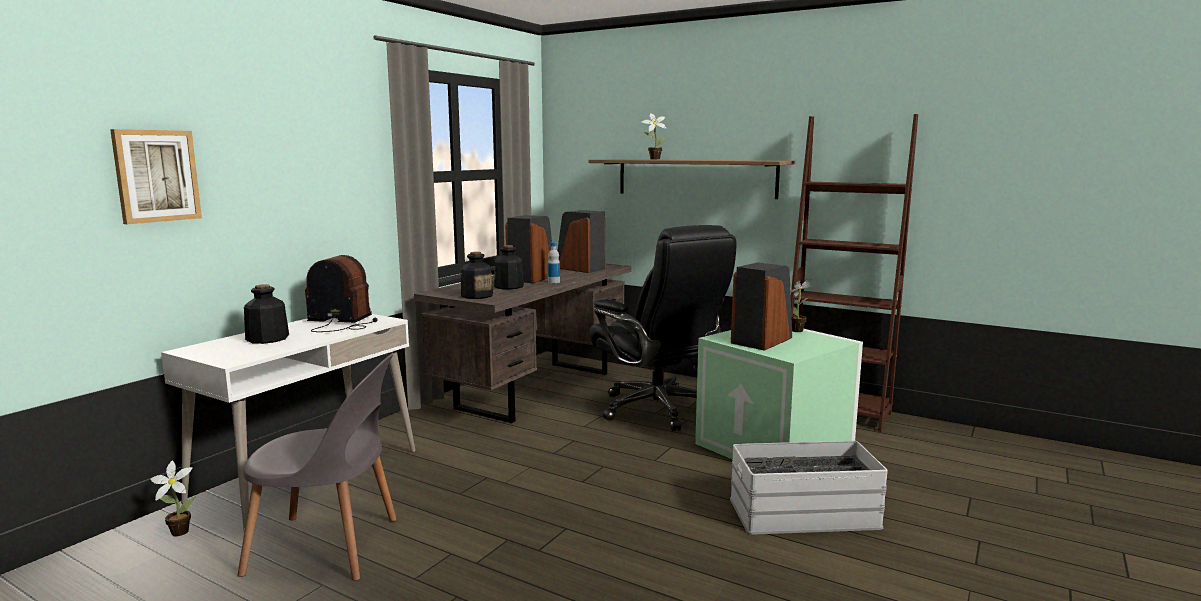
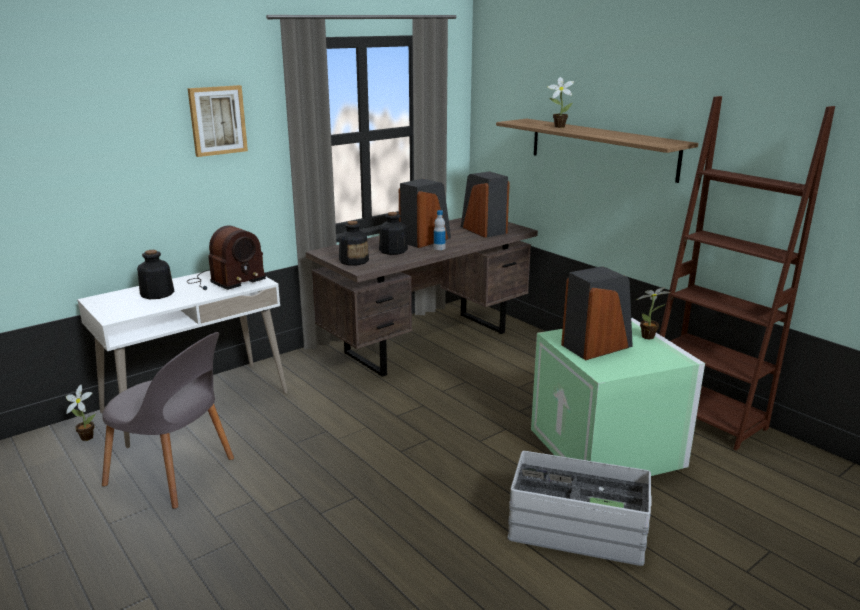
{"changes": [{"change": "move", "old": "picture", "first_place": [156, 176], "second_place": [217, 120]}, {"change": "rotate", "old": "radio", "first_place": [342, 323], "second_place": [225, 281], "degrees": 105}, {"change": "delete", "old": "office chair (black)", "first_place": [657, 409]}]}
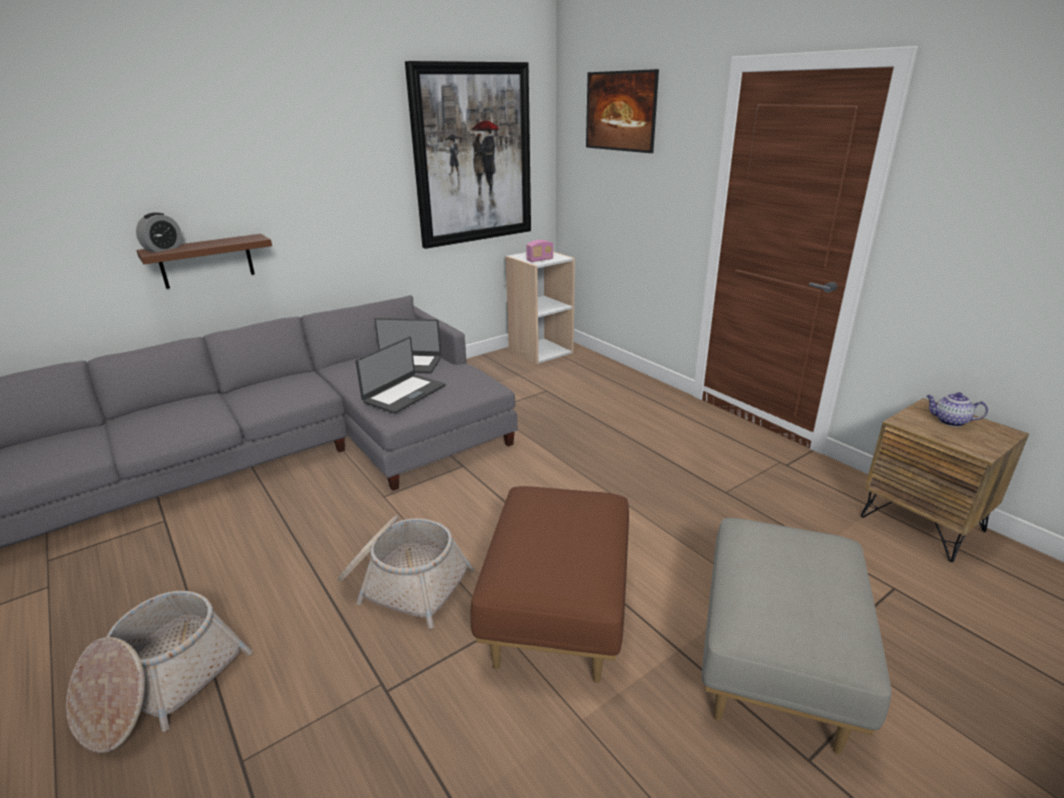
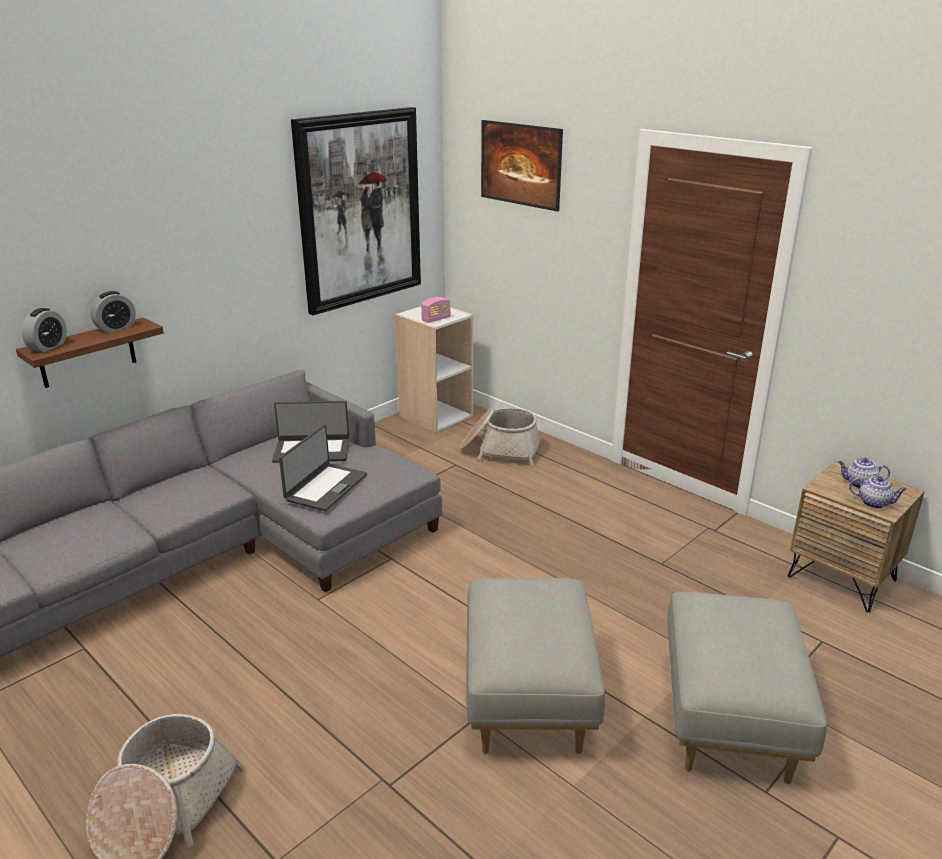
{"changes": [{"change": "move", "old": "basket", "first_place": [404, 582], "second_place": [500, 450]}, {"change": "recolor", "old": "ottoman (brown)", "new": "ottoman (grey)", "first_place": [558, 614], "second_place": [529, 698]}, {"change": "insert", "new": "alarm clock", "second_place": [116, 328]}, {"change": "insert", "new": "teapot", "second_place": [874, 503]}]}
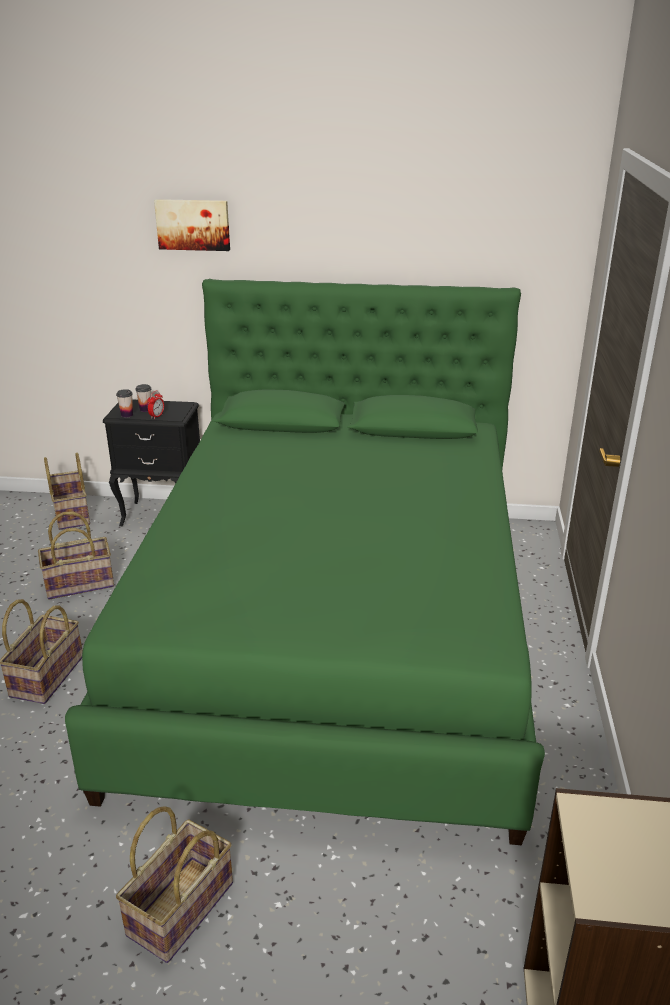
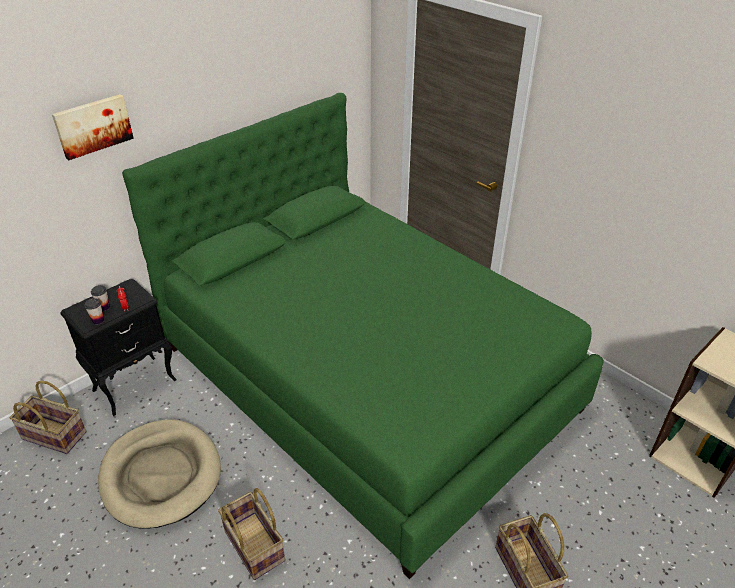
{"changes": [{"change": "replace", "old": "basket", "new": "dog bed (beige)", "first_place": [80, 583], "second_place": [161, 475]}]}
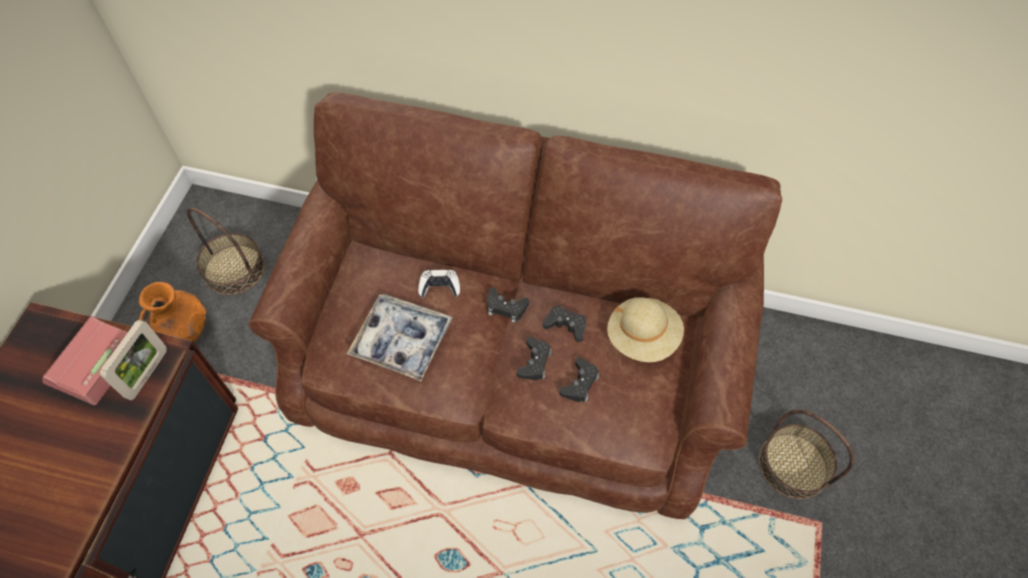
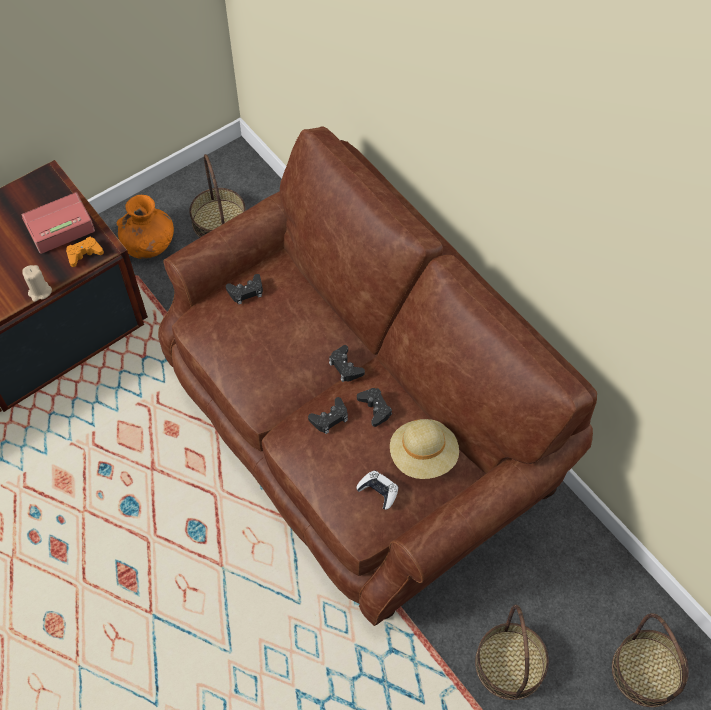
{"changes": [{"change": "replace", "old": "picture frame", "new": "game controller (orange)", "first_place": [147, 374], "second_place": [84, 254]}, {"change": "delete", "old": "tray", "first_place": [402, 341]}, {"change": "move", "old": "game controller (white)", "first_place": [439, 286], "second_place": [378, 491]}, {"change": "move", "old": "game controller (black)", "first_place": [580, 383], "second_place": [246, 291]}, {"change": "insert", "new": "candle (beige)", "second_place": [40, 292]}, {"change": "insert", "new": "basket", "second_place": [647, 671]}]}
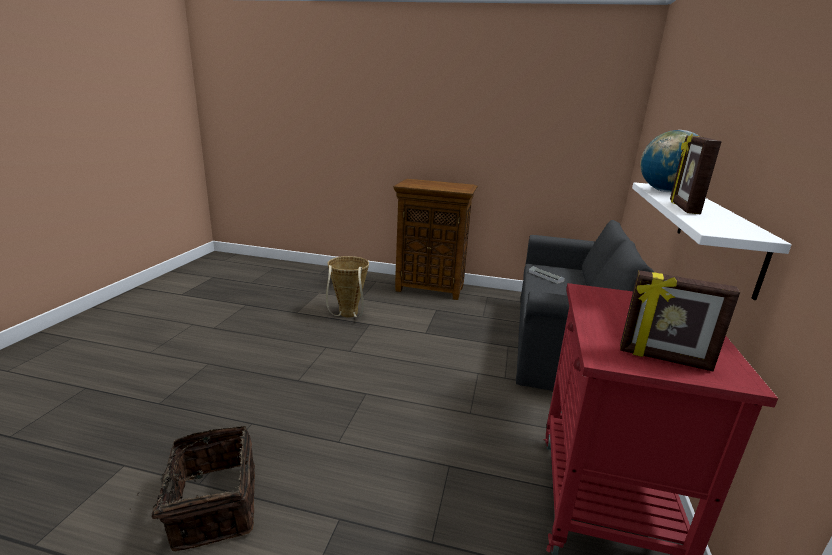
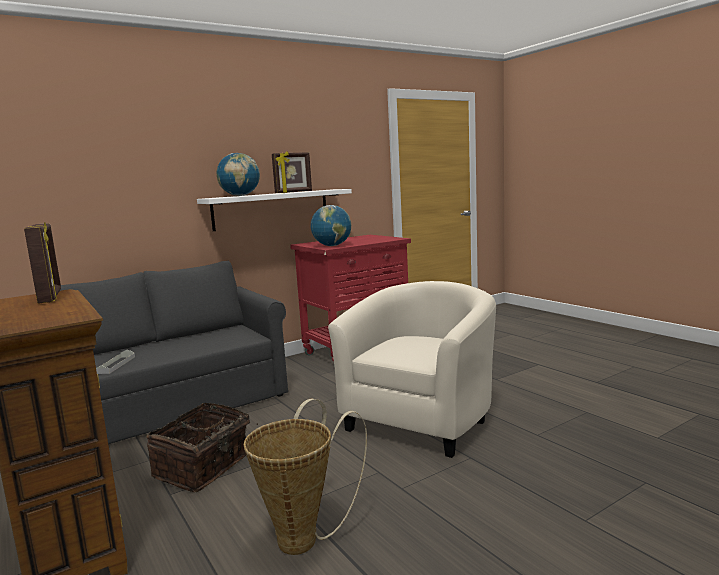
{"changes": [{"change": "move", "old": "basket", "first_place": [212, 506], "second_place": [204, 467]}, {"change": "move", "old": "picture frame", "first_place": [664, 359], "second_place": [51, 297]}, {"change": "insert", "new": "globe", "second_place": [332, 246]}, {"change": "insert", "new": "armchair (beige)", "second_place": [422, 420]}]}
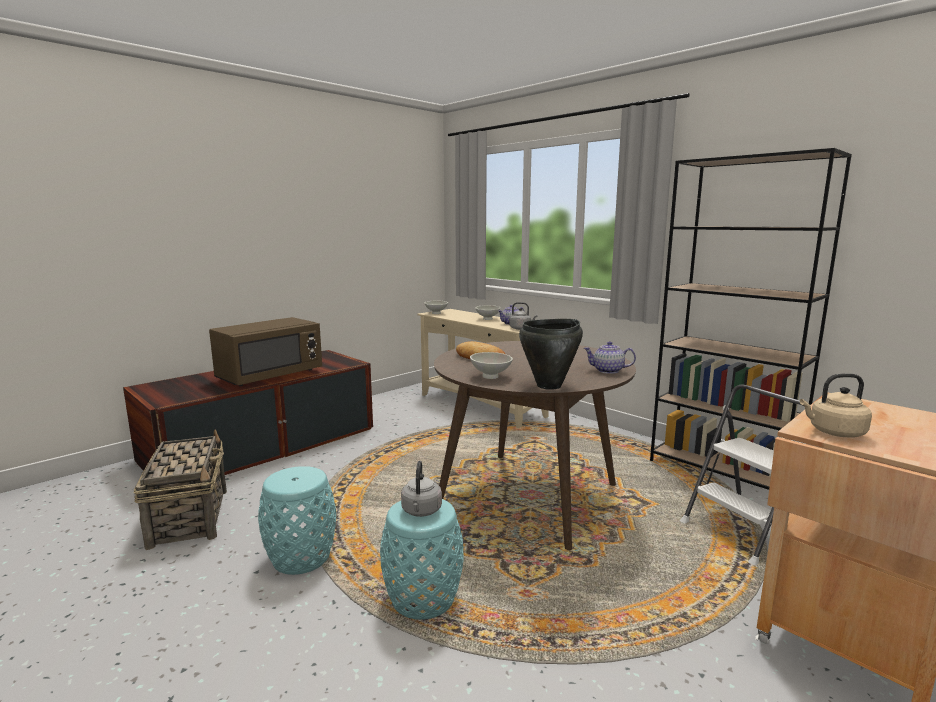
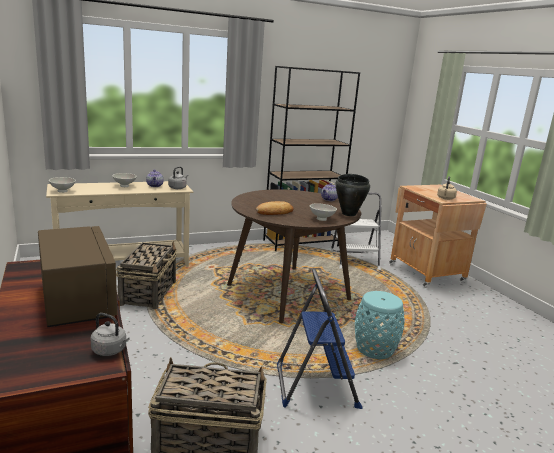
{"changes": [{"change": "replace", "old": "stool (turquoise)", "new": "step ladder (blue)", "first_place": [301, 557], "second_place": [312, 384]}, {"change": "move", "old": "kettle (grey)", "first_place": [421, 511], "second_place": [110, 350]}, {"change": "insert", "new": "basket", "second_place": [149, 293]}]}
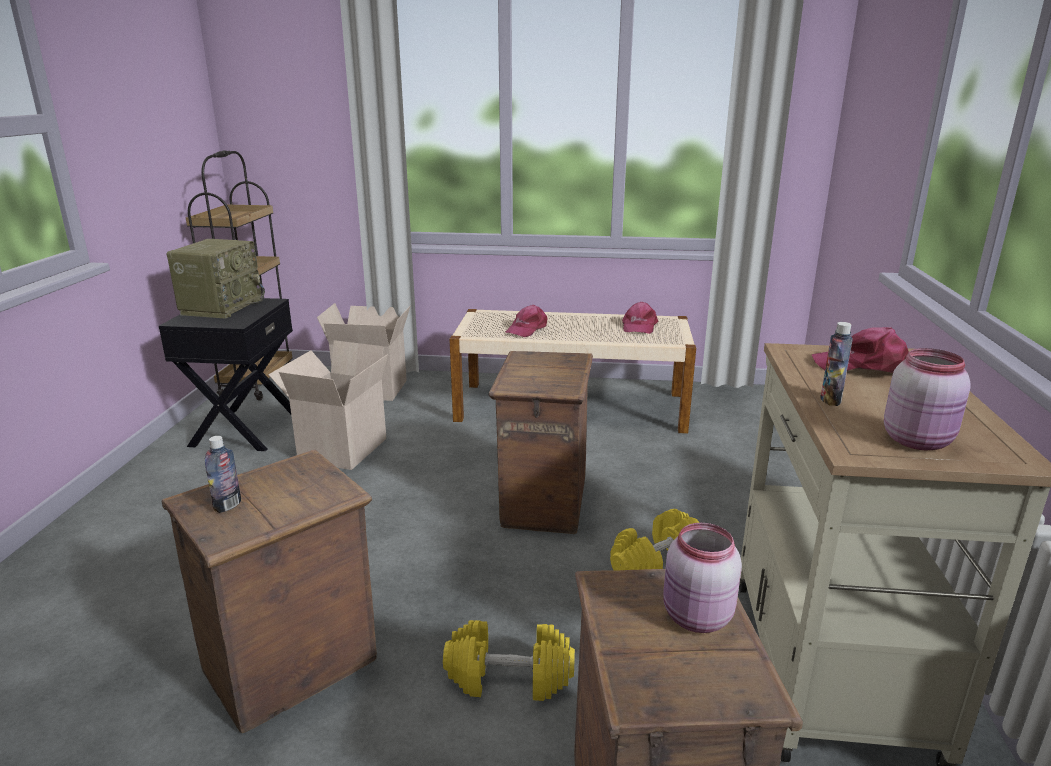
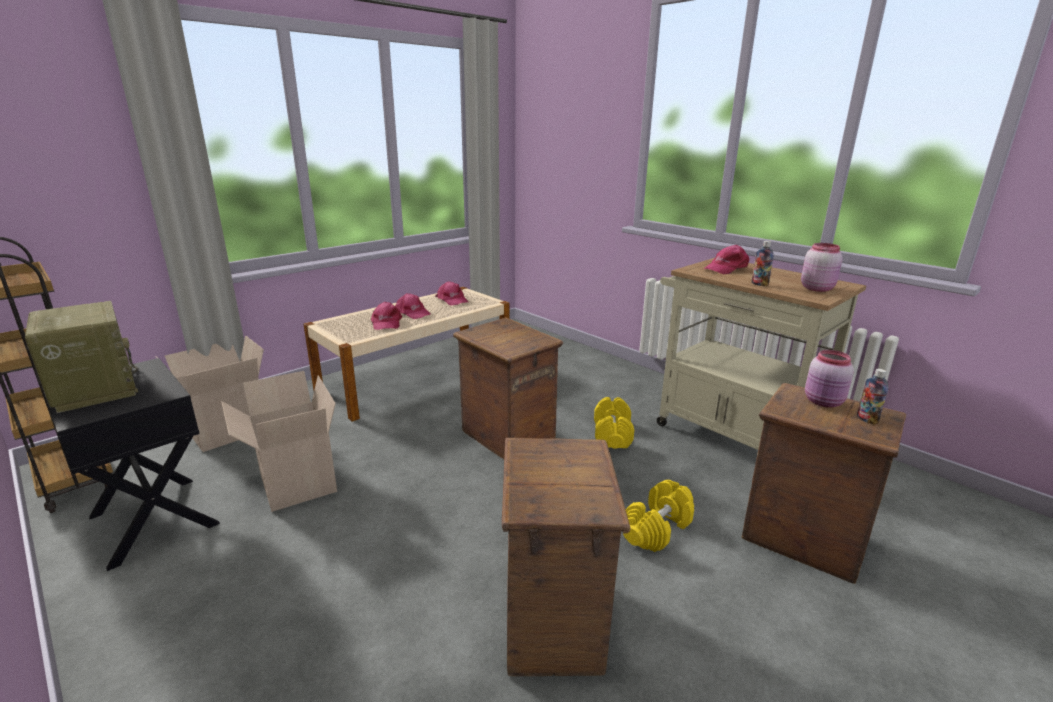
{"changes": [{"change": "move", "old": "bottle", "first_place": [228, 505], "second_place": [867, 419]}, {"change": "insert", "new": "cap (pink)", "second_place": [412, 313]}]}
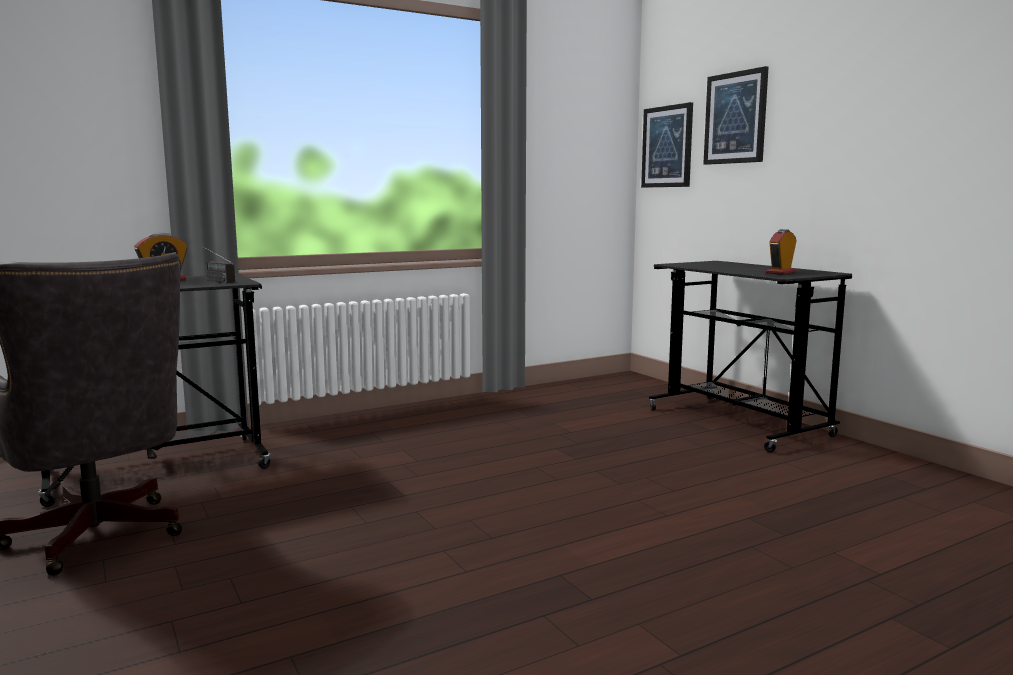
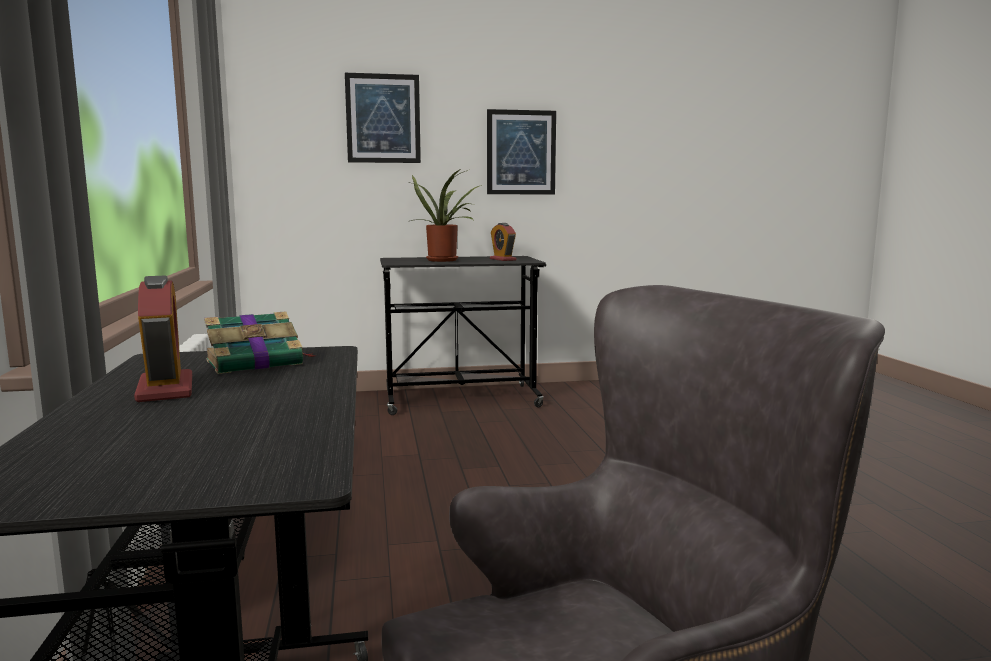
{"changes": [{"change": "replace", "old": "radio", "new": "book", "first_place": [215, 280], "second_place": [257, 362]}, {"change": "move", "old": "picture", "first_place": [667, 147], "second_place": [521, 152]}, {"change": "insert", "new": "potted plant", "second_place": [444, 260]}]}
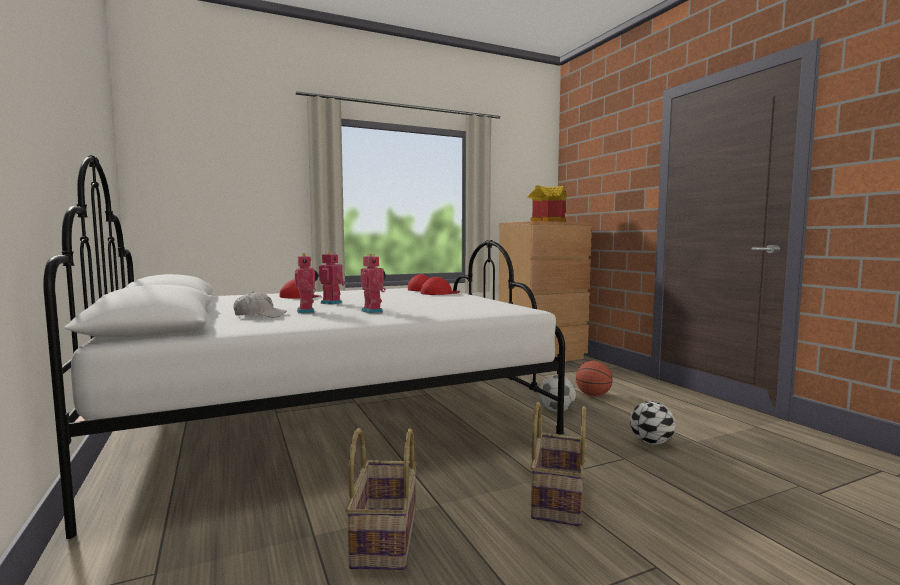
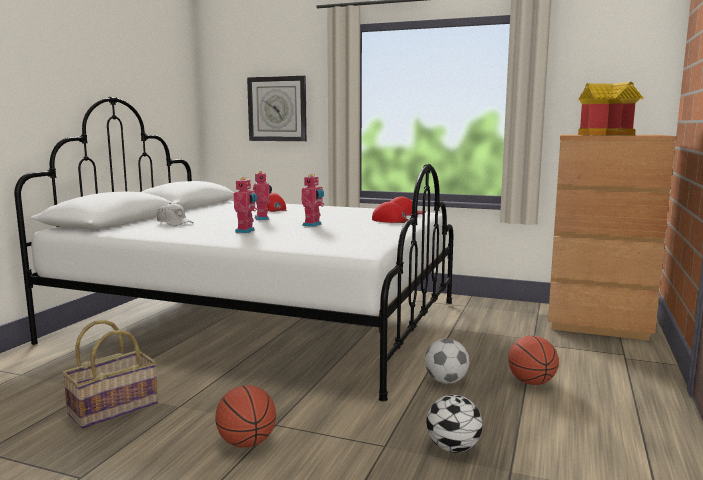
{"changes": [{"change": "move", "old": "toy robot", "first_place": [307, 311], "second_place": [313, 225]}, {"change": "replace", "old": "basket", "new": "basketball", "first_place": [557, 499], "second_place": [246, 443]}, {"change": "insert", "new": "wall clock", "second_place": [277, 109]}]}
